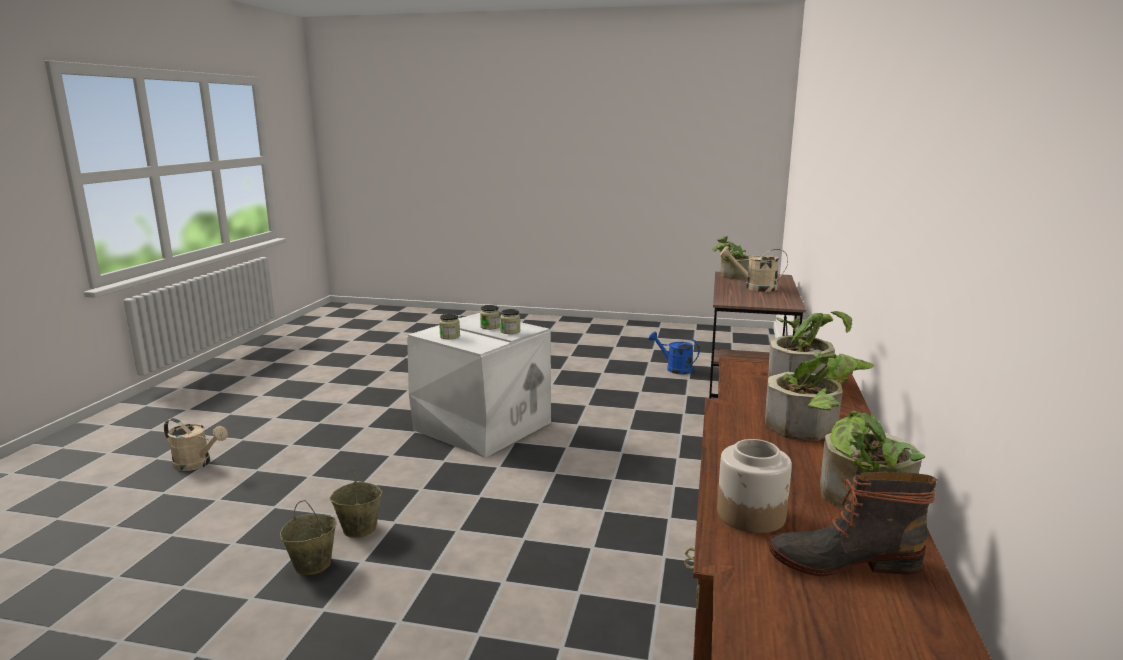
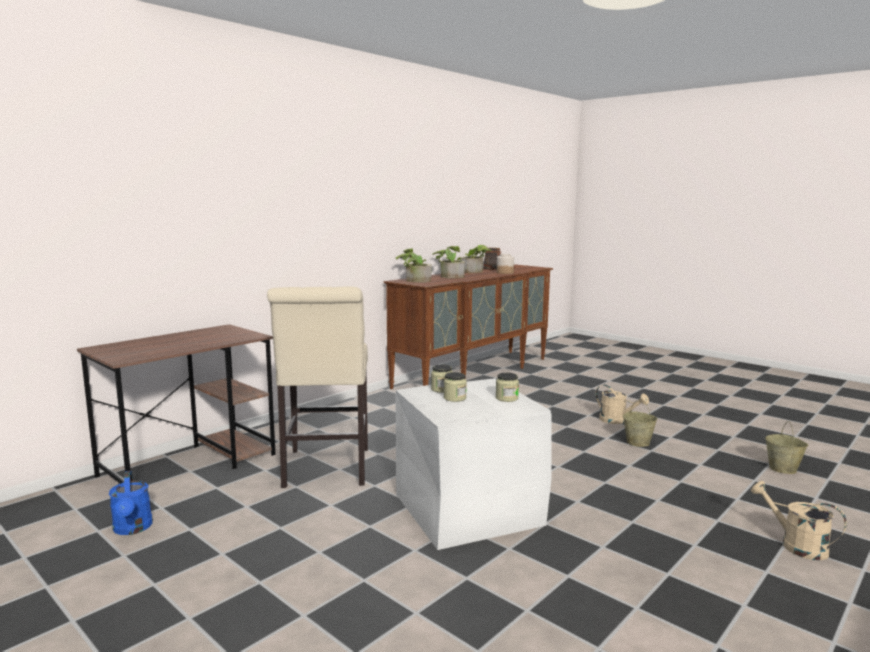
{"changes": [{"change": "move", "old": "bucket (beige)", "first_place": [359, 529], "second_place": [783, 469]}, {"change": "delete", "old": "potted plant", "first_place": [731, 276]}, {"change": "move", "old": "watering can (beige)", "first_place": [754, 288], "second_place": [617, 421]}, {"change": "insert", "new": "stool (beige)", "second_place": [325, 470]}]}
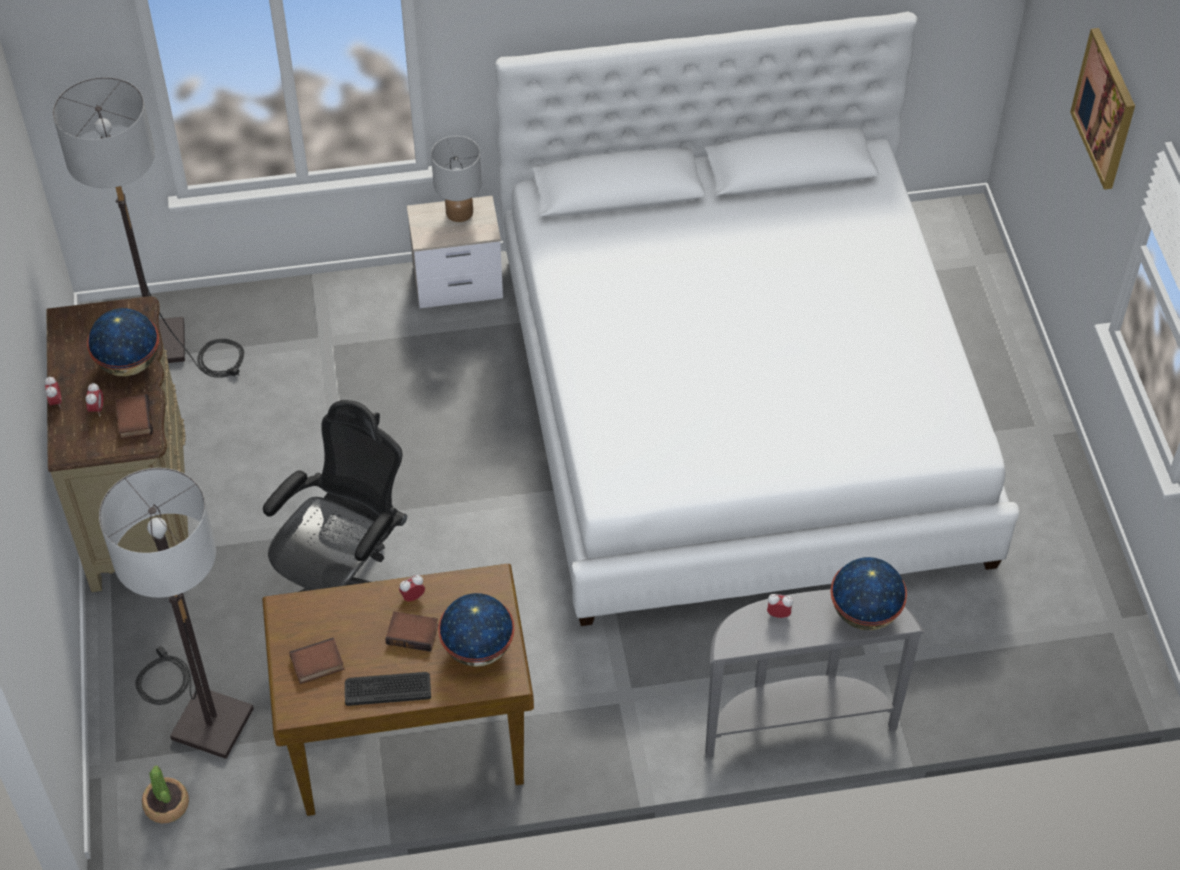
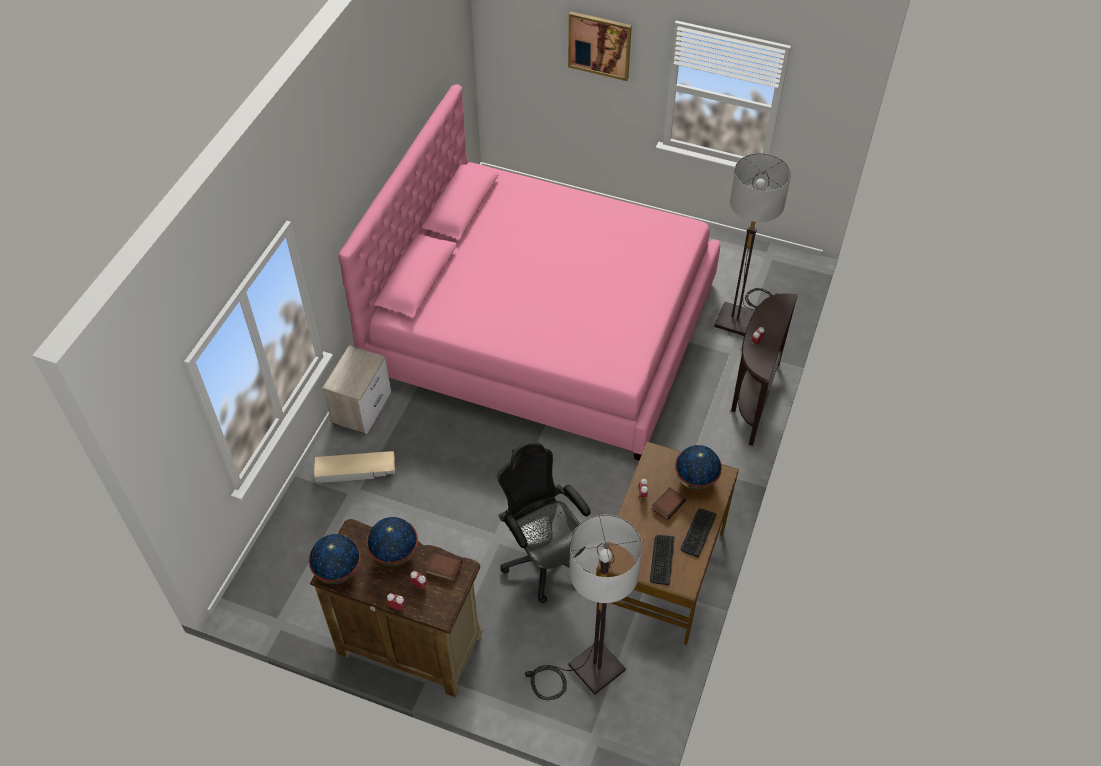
{"changes": [{"change": "move", "old": "floor lamp", "first_place": [176, 349], "second_place": [742, 314]}, {"change": "delete", "old": "potted plant", "first_place": [167, 805]}, {"change": "replace", "old": "book", "new": "keyboard", "first_place": [317, 665], "second_place": [662, 560]}, {"change": "delete", "old": "table lamp (grey)", "first_place": [459, 212]}, {"change": "recolor", "old": "bed (white)", "new": "bed (pink)", "first_place": [739, 403], "second_place": [542, 326]}, {"change": "recolor", "old": "console table (grey)", "new": "console table (brown)", "first_place": [795, 721], "second_place": [752, 399]}, {"change": "move", "old": "globe", "first_place": [865, 613], "second_place": [338, 570]}, {"change": "insert", "new": "storage box (beige)", "second_place": [355, 470]}]}
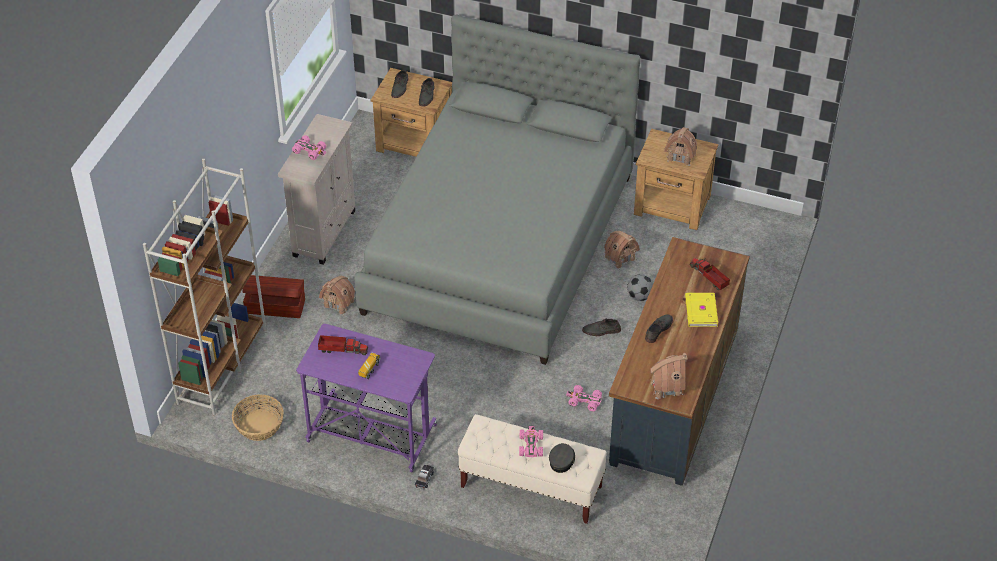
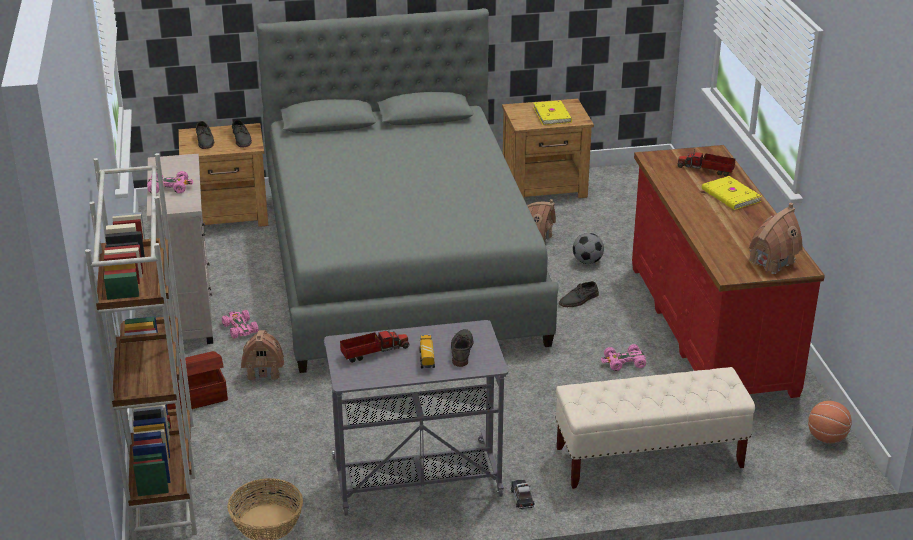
{"changes": [{"change": "recolor", "old": "desk (purple)", "new": "desk (grey)", "first_place": [371, 433], "second_place": [416, 478]}, {"change": "move", "old": "toy car (pink)", "first_place": [530, 445], "second_place": [239, 328]}, {"change": "delete", "old": "cap (grey)", "first_place": [562, 461]}, {"change": "recolor", "old": "dresser (blue)", "new": "dresser (red)", "first_place": [673, 398], "second_place": [709, 329]}, {"change": "move", "old": "shoe (grey)", "first_place": [658, 329], "second_place": [461, 350]}, {"change": "replace", "old": "toy house", "new": "book (yellow)", "first_place": [680, 156], "second_place": [553, 115]}, {"change": "insert", "new": "basketball", "second_place": [827, 438]}]}
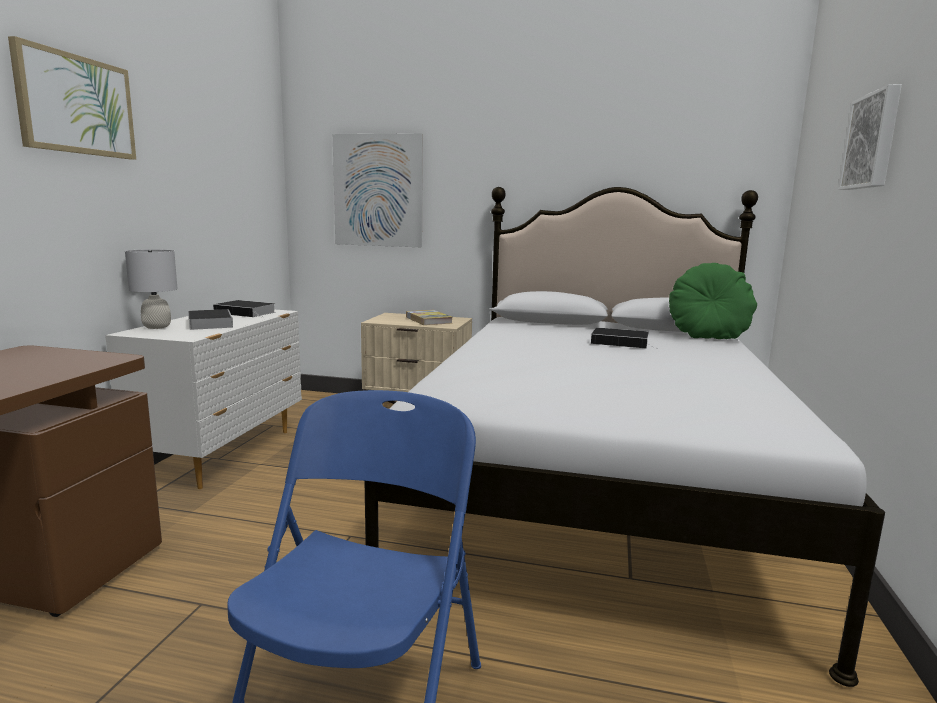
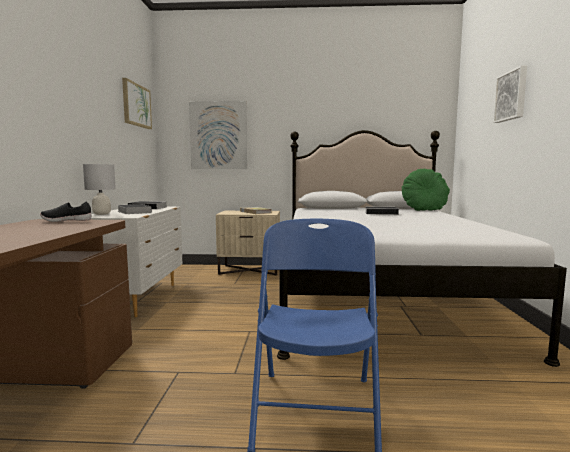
{"changes": [{"change": "move", "old": "picture", "first_place": [76, 105], "second_place": [136, 105]}, {"change": "insert", "new": "shoe (black)", "second_place": [67, 221]}]}
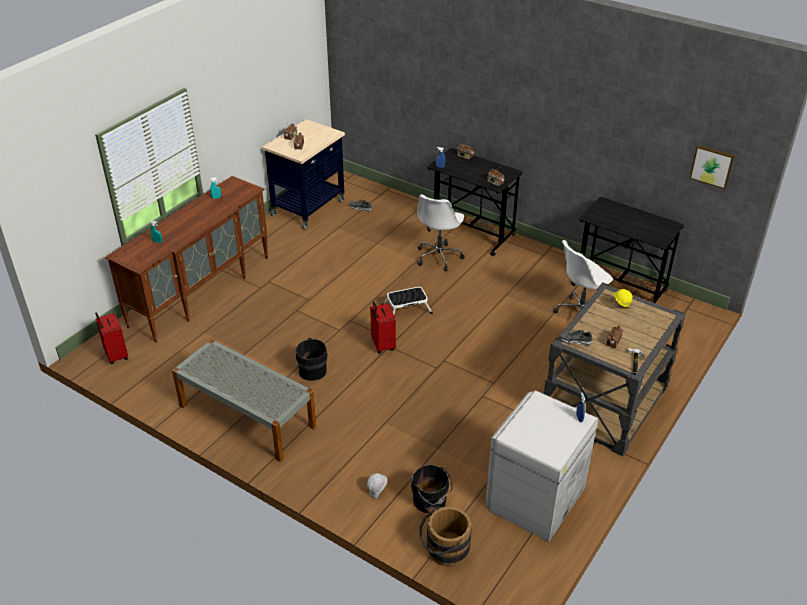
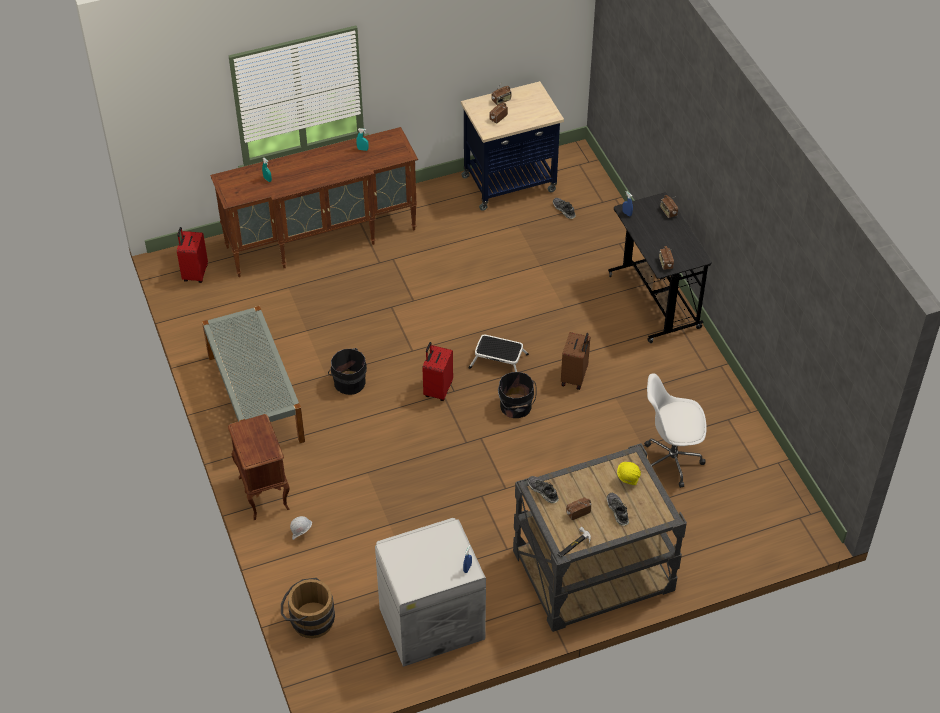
{"changes": [{"change": "move", "old": "bucket (black)", "first_place": [430, 501], "second_place": [515, 407]}, {"change": "delete", "old": "office chair (white)", "first_place": [438, 258]}, {"change": "delete", "old": "desk (black)", "first_place": [619, 287]}, {"change": "delete", "old": "picture", "first_place": [712, 166]}, {"change": "insert", "new": "nightstand (brown)", "second_place": [263, 493]}, {"change": "insert", "new": "suitcase (brown)", "second_place": [575, 377]}, {"change": "insert", "new": "shoe", "second_place": [617, 511]}]}
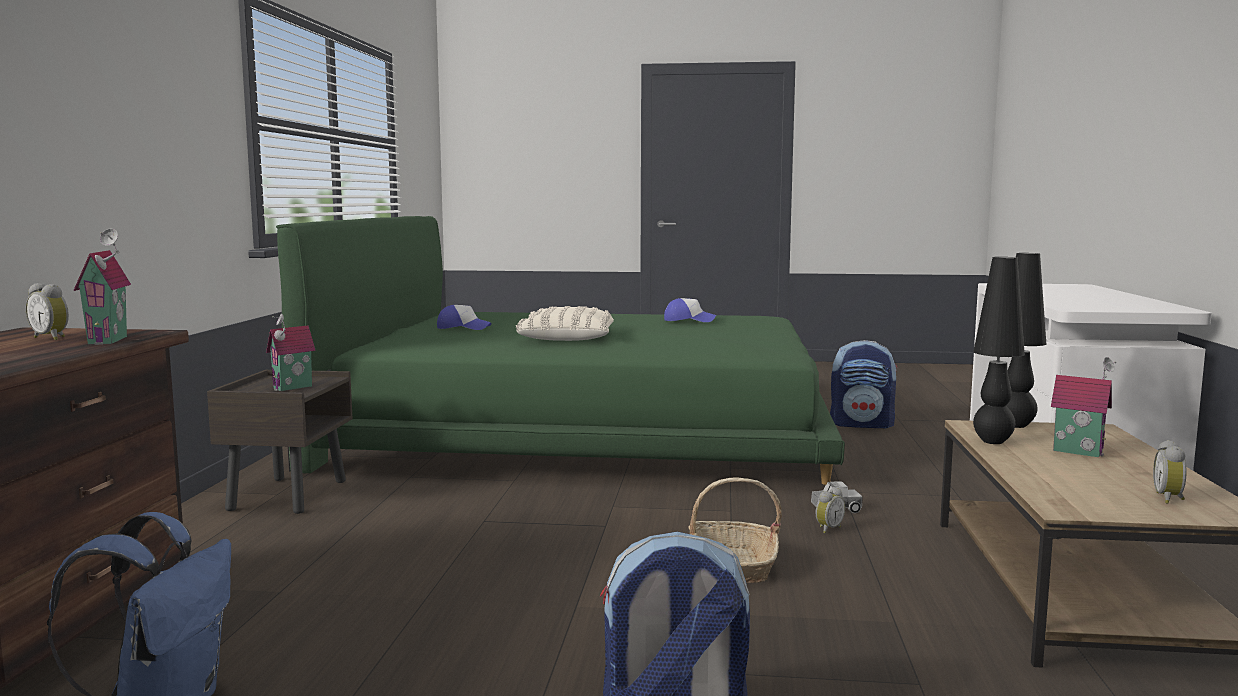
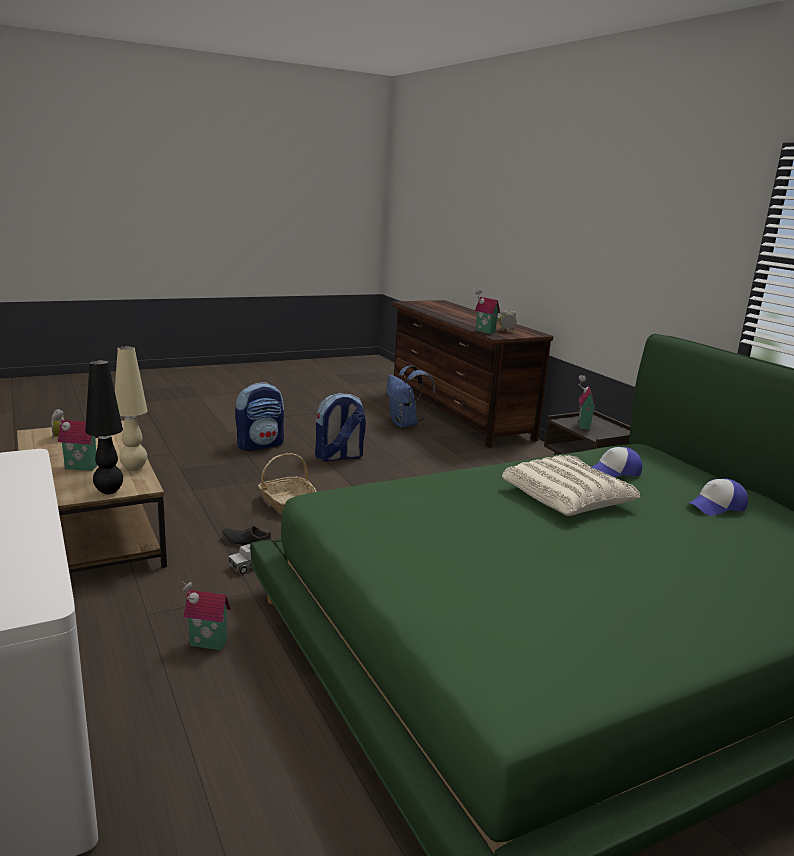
{"changes": [{"change": "move", "old": "cap", "first_place": [689, 320], "second_place": [614, 472]}, {"change": "replace", "old": "alarm clock", "new": "shoe (black)", "first_place": [827, 529], "second_place": [246, 543]}, {"change": "move", "old": "backpack", "first_place": [862, 424], "second_place": [339, 457]}, {"change": "recolor", "old": "table lamp (black)", "new": "table lamp (beige)", "first_place": [992, 442], "second_place": [134, 468]}, {"change": "insert", "new": "toy house", "second_place": [207, 645]}]}
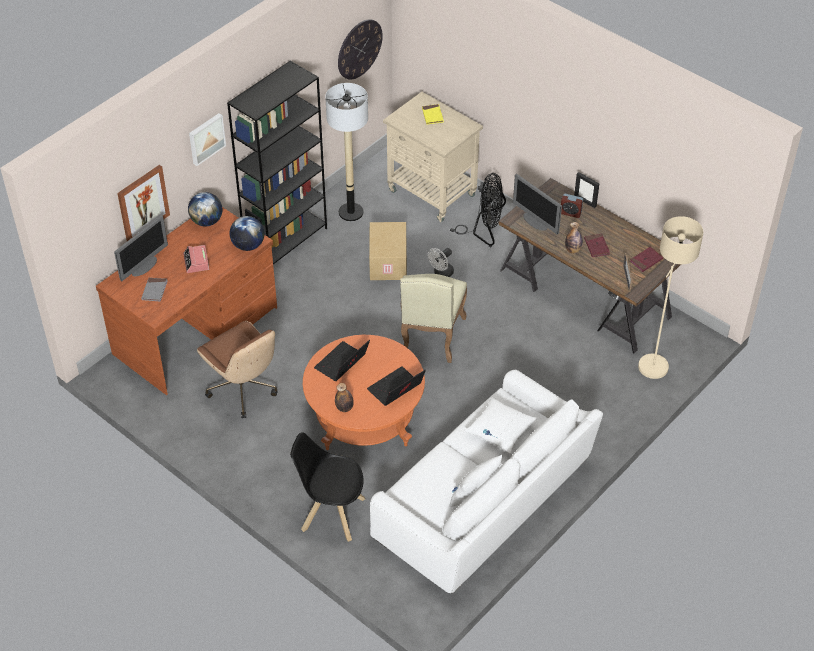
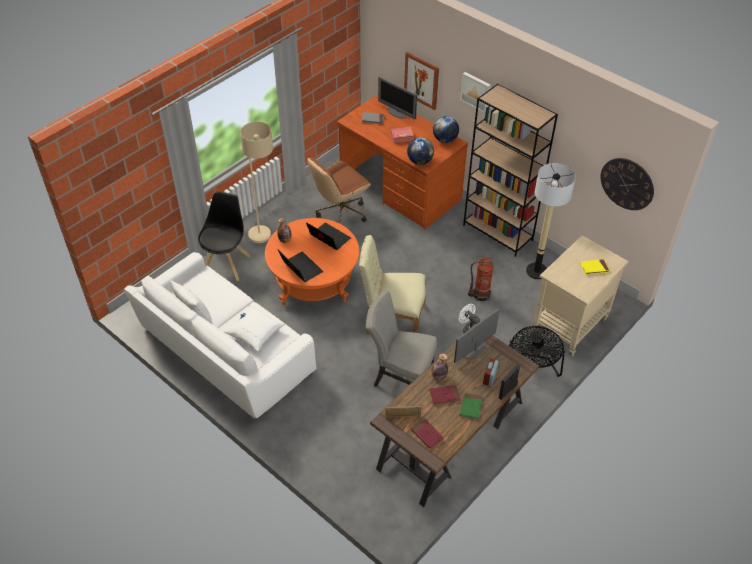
{"changes": [{"change": "recolor", "old": "bookcase (black)", "new": "bookcase (beige)", "first_place": [286, 240], "second_place": [498, 233]}, {"change": "replace", "old": "cardboard box", "new": "fire extinguisher", "first_place": [387, 261], "second_place": [480, 294]}, {"change": "move", "old": "floor lamp (beige)", "first_place": [656, 361], "second_place": [265, 237]}, {"change": "insert", "new": "chair (grey)", "second_place": [399, 376]}, {"change": "insert", "new": "book (green)", "second_place": [471, 407]}]}
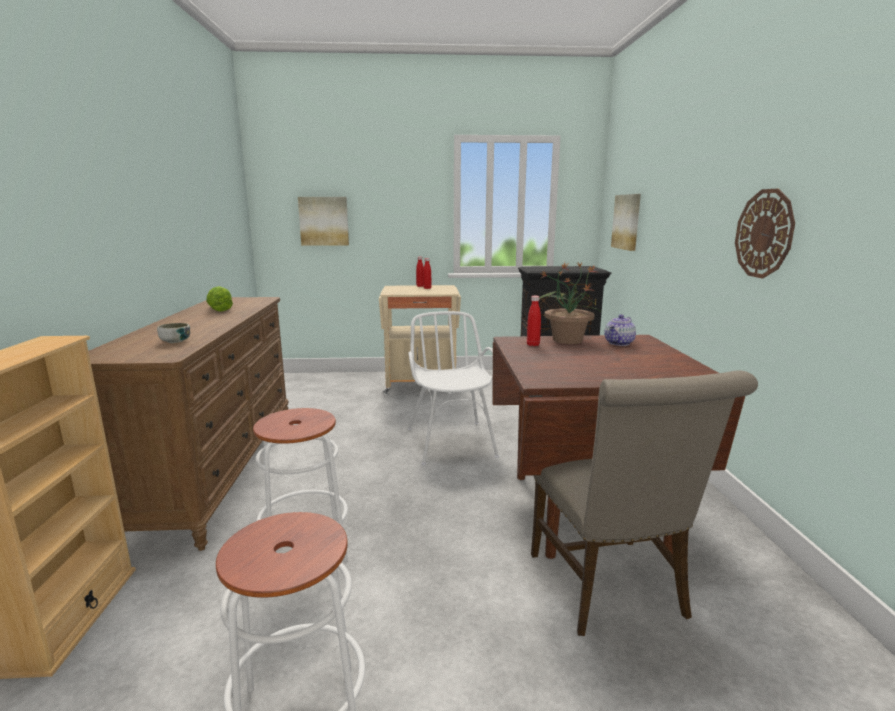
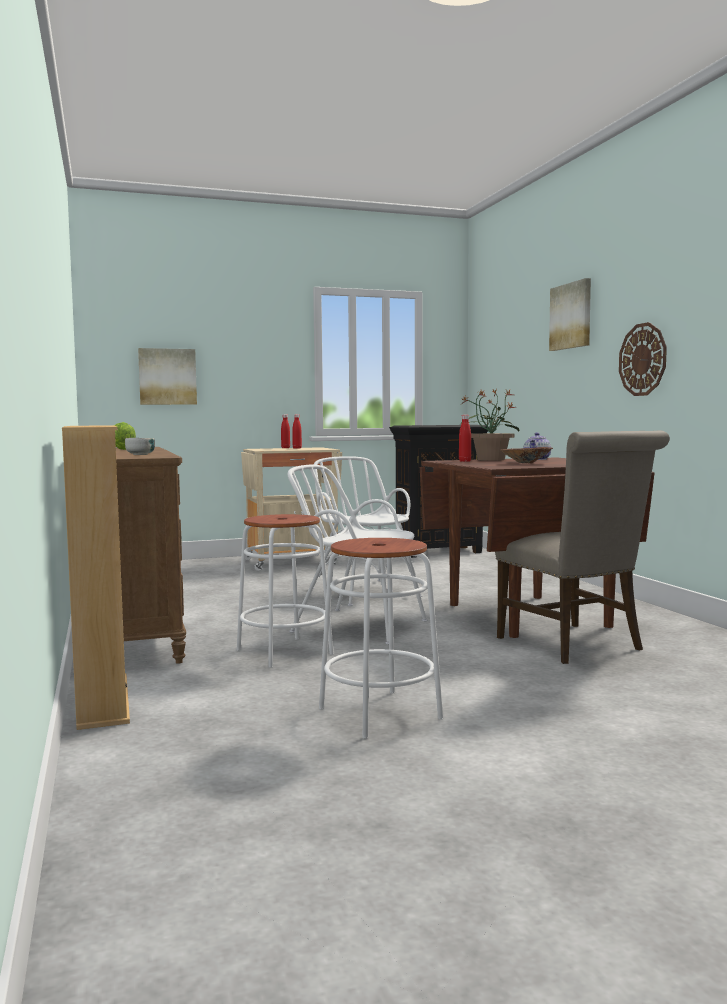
{"changes": [{"change": "move", "old": "picture", "first_place": [627, 222], "second_place": [571, 316]}, {"change": "insert", "new": "chair (white)", "second_place": [355, 625]}, {"change": "insert", "new": "bowl (brown)", "second_place": [524, 463]}]}
